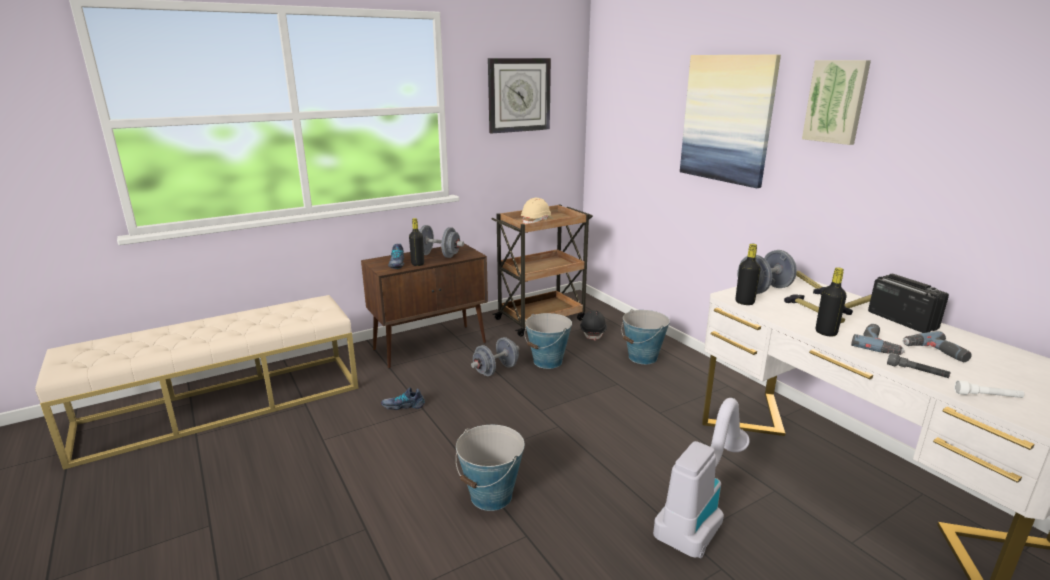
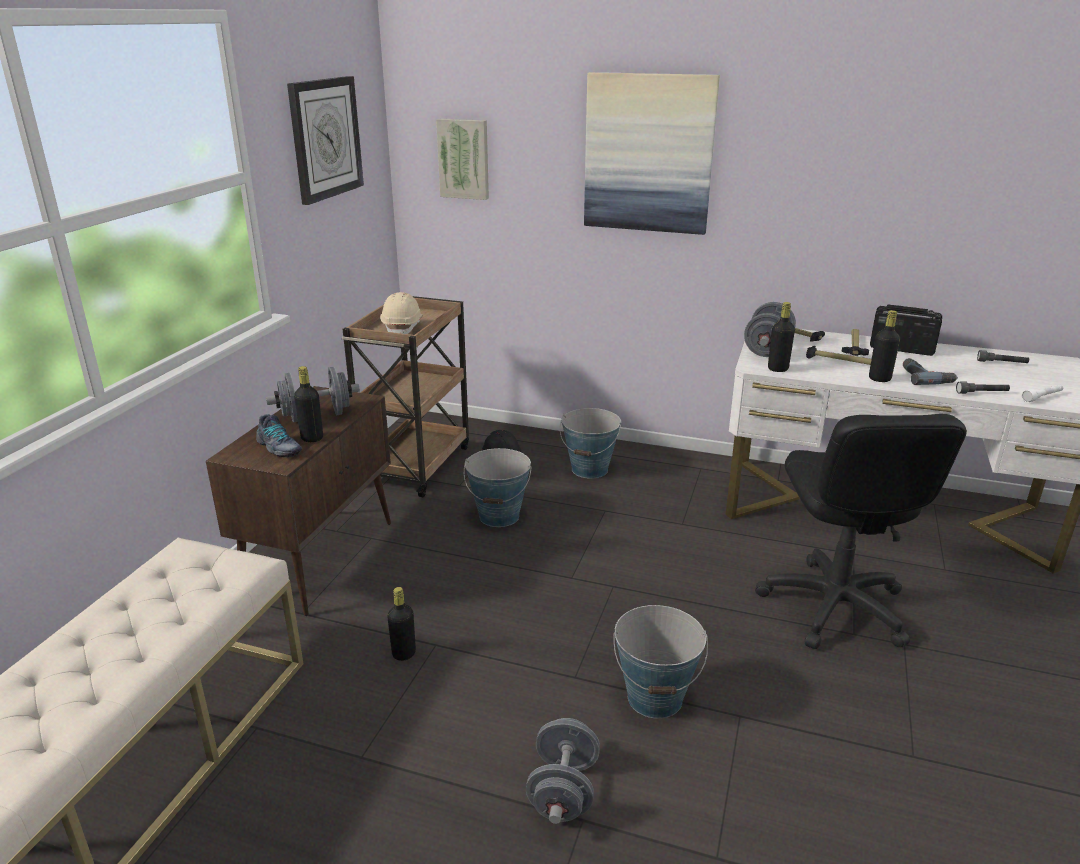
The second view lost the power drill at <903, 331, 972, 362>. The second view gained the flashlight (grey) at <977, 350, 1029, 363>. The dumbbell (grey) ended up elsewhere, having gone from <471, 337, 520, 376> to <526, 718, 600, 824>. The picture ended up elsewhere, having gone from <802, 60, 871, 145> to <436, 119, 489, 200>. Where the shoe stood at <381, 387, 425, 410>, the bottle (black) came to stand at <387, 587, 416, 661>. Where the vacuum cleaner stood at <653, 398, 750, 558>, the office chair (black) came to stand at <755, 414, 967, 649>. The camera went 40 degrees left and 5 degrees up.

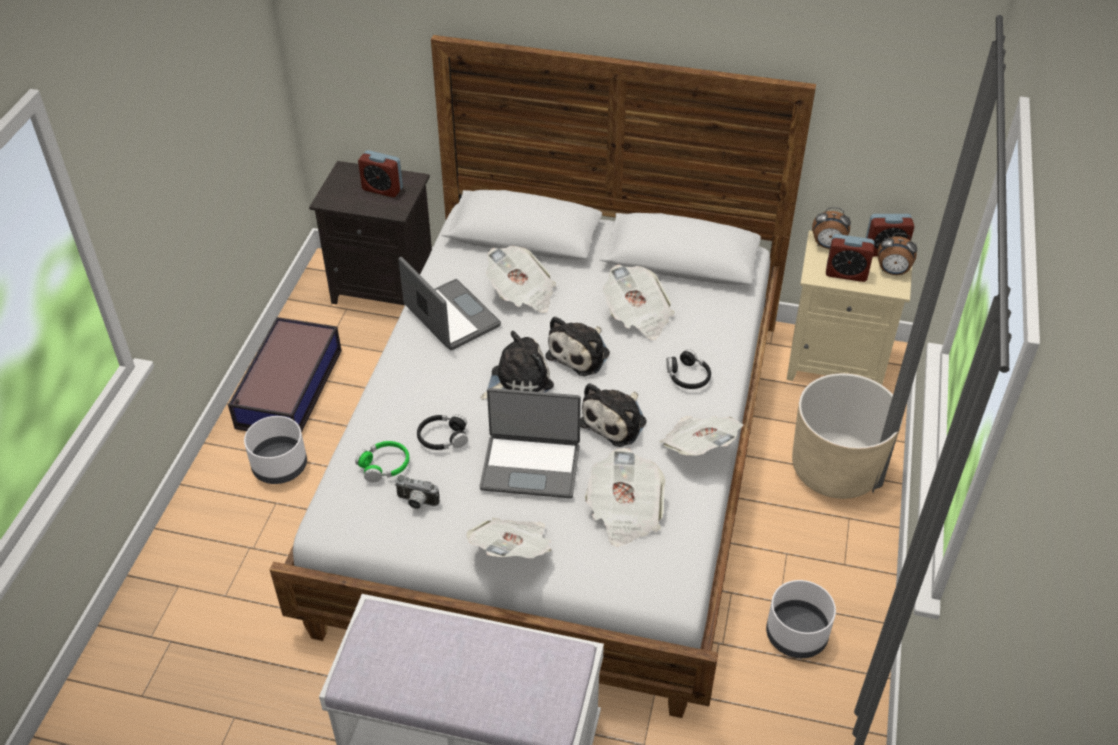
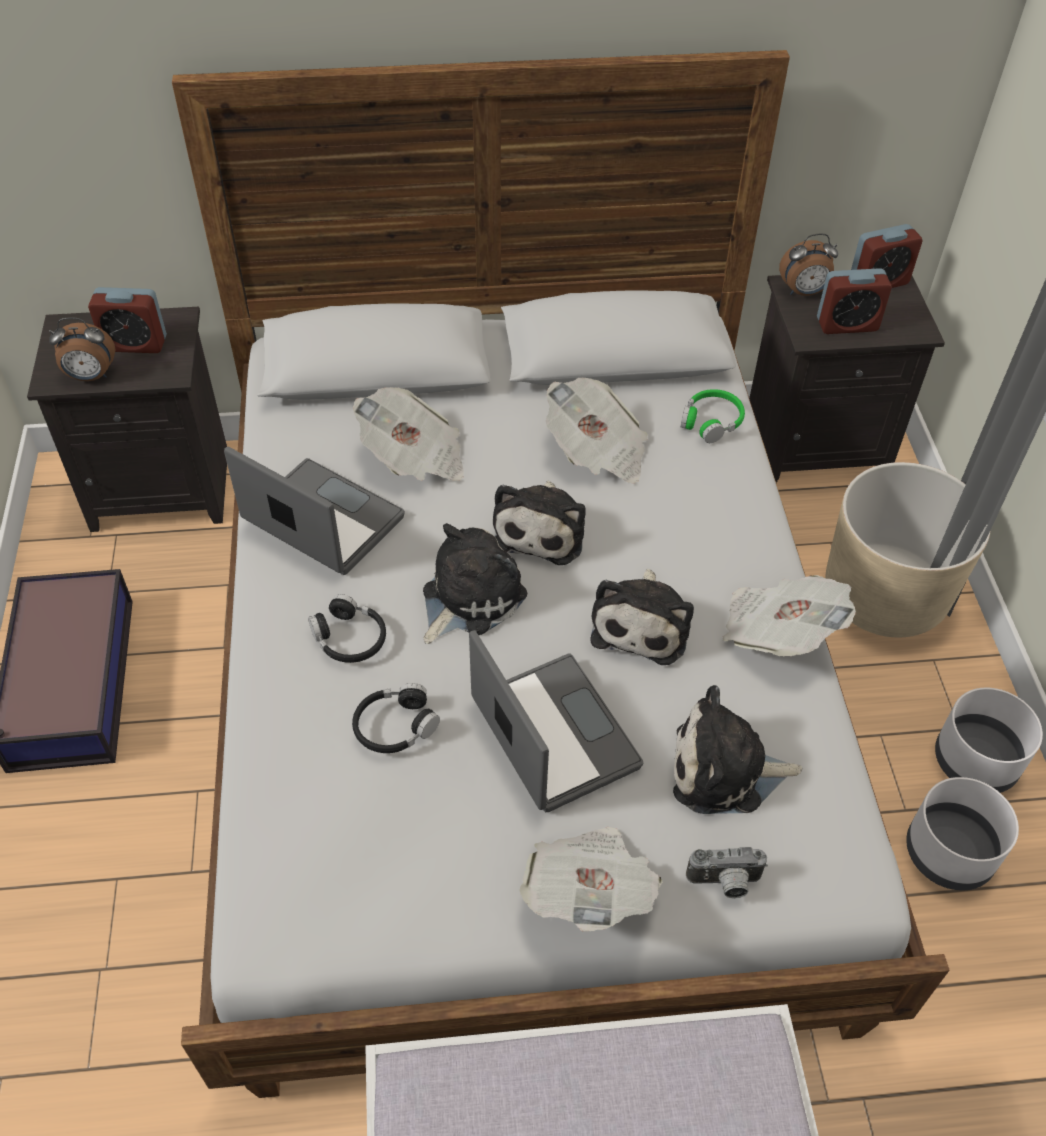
The planter (white) ended up elsewhere, having gone from <244, 416, 307, 484> to <935, 688, 1043, 793>. The headphones (green) ended up elsewhere, having gone from <355, 441, 409, 482> to <681, 389, 745, 443>. The photo camera ended up elsewhere, having gone from <395, 475, 439, 509> to <686, 847, 768, 899>. The headphones (black) ended up elsewhere, having gone from <666, 349, 711, 389> to <308, 594, 386, 663>. The alarm clock ended up elsewhere, having gone from <877, 233, 917, 275> to <49, 317, 115, 381>. Where the newspaper stood at <585, 448, 666, 547>, the plush toy came to stand at <673, 685, 803, 814>. What was the nightstand (beige) at <787, 230, 912, 385> turned into the nightstand (black) at <749, 275, 945, 483>. The laptop at <479, 388, 581, 498> ended up facing another way, 105 degrees counterclockwise from before. The camera went 20 degrees left and 5 degrees up.

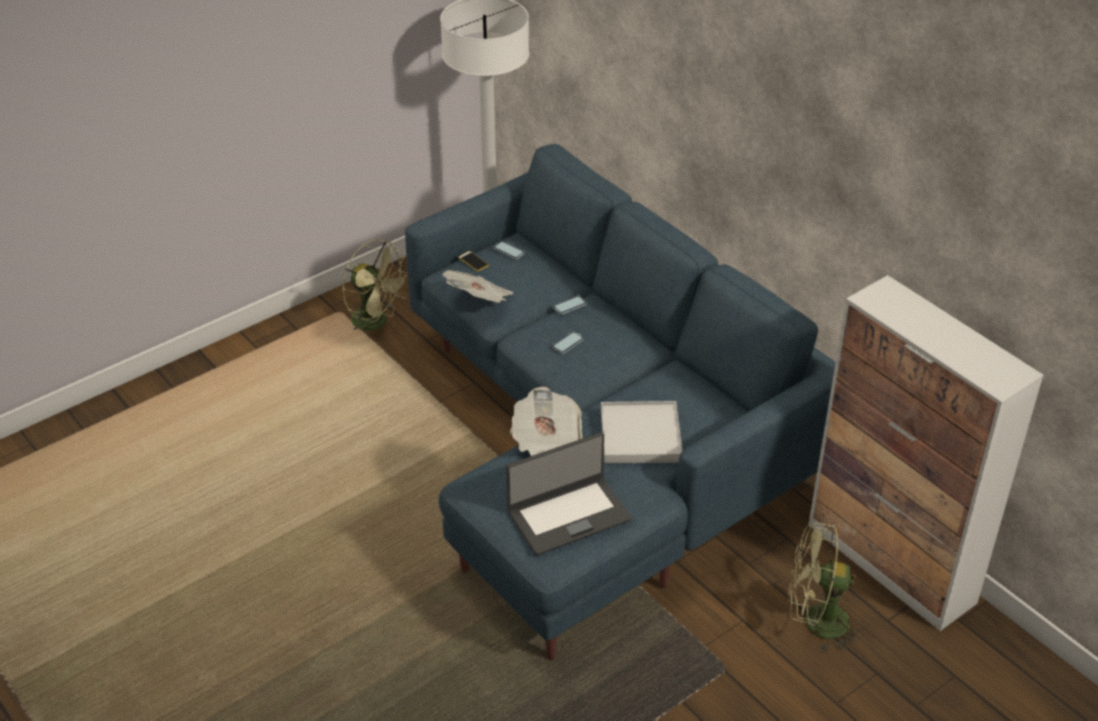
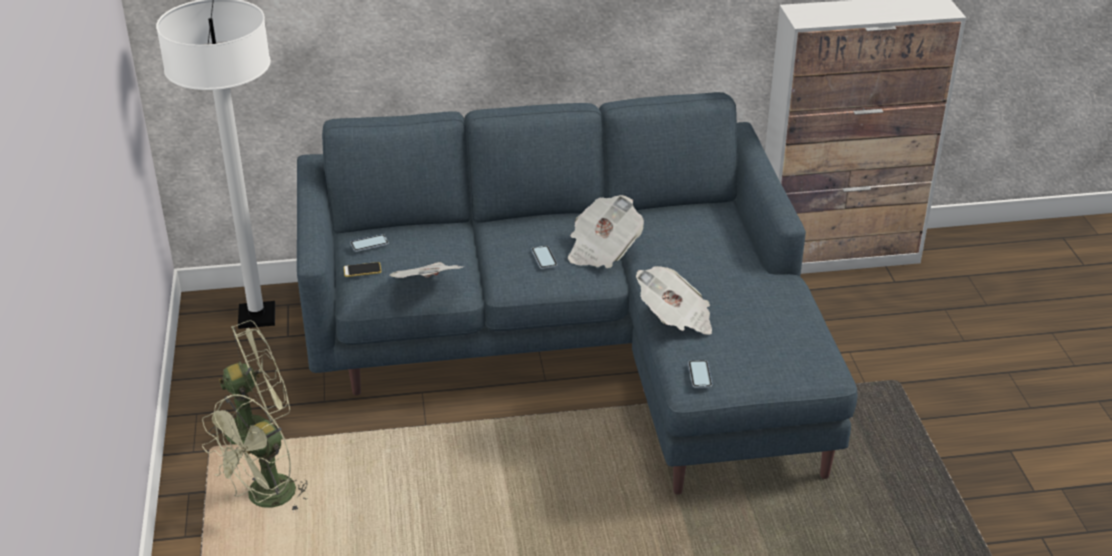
The second view lost the laptop at <506, 432, 632, 555>. The second view lost the tray (white) at <601, 401, 682, 464>. The second view gained the newspaper at <568, 195, 644, 268>. The phone ended up elsewhere, having gone from <553, 295, 587, 315> to <688, 360, 712, 388>. The fan (green) ended up elsewhere, having gone from <788, 523, 864, 652> to <202, 394, 308, 511>. The camera went 60 degrees left and 5 degrees down.

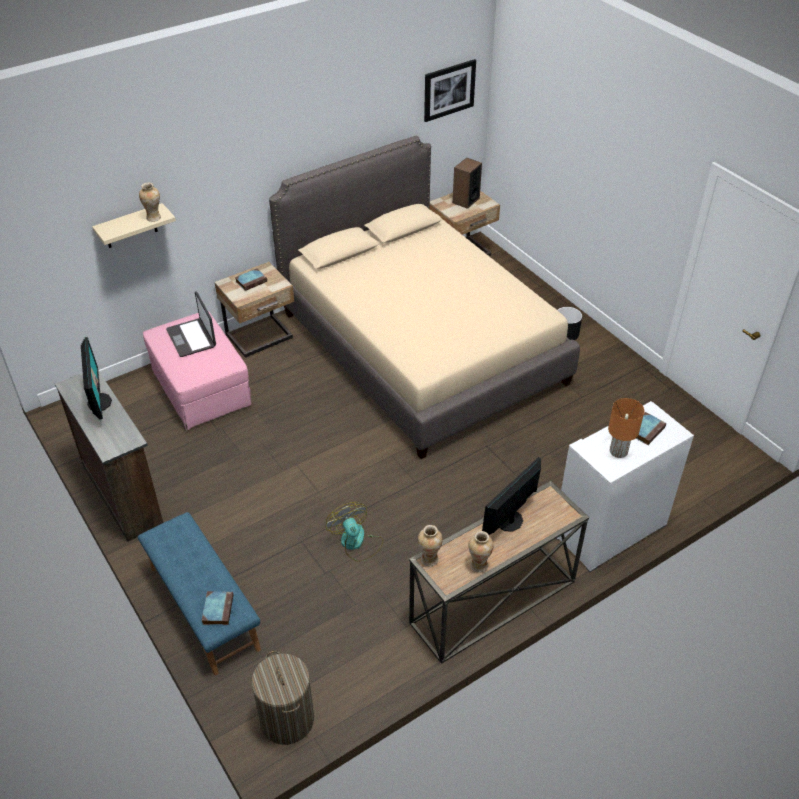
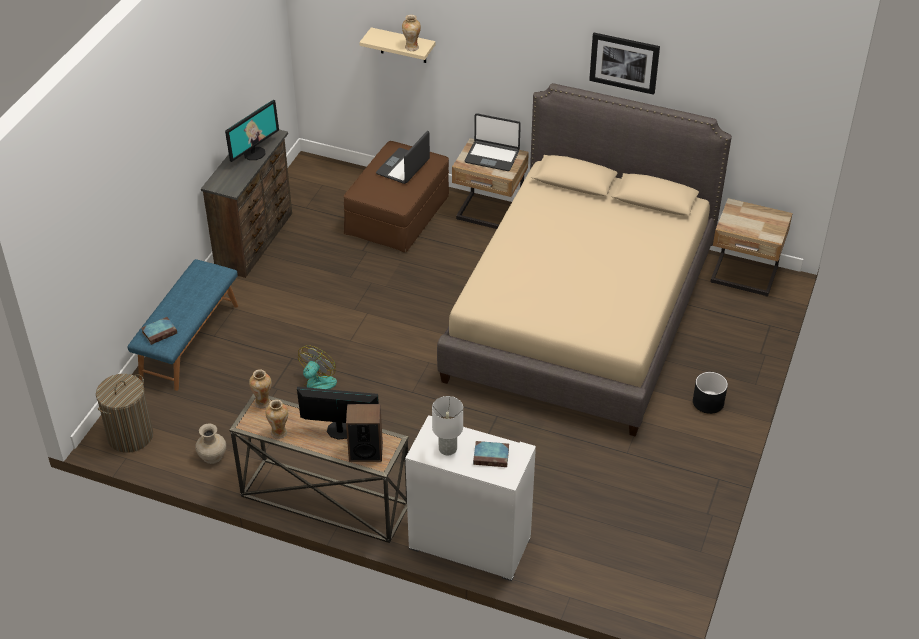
The second view gained the vase (beige) at <196, 423, 226, 464>. The picture ended up elsewhere, having gone from <424, 59, 476, 122> to <589, 33, 660, 95>. The speaker ended up elsewhere, having gone from <453, 158, 482, 209> to <346, 404, 383, 462>. Where the book stood at <235, 268, 267, 291>, the laptop came to stand at <465, 113, 521, 171>. What was the ottoman (pink) at <143, 311, 251, 431> turned into the ottoman (brown) at <344, 141, 449, 252>. What was the table lamp (orange) at <608, 398, 644, 458> turned into the table lamp (white) at <432, 396, 463, 455>. The camera went 55 degrees right and 0 degrees up.

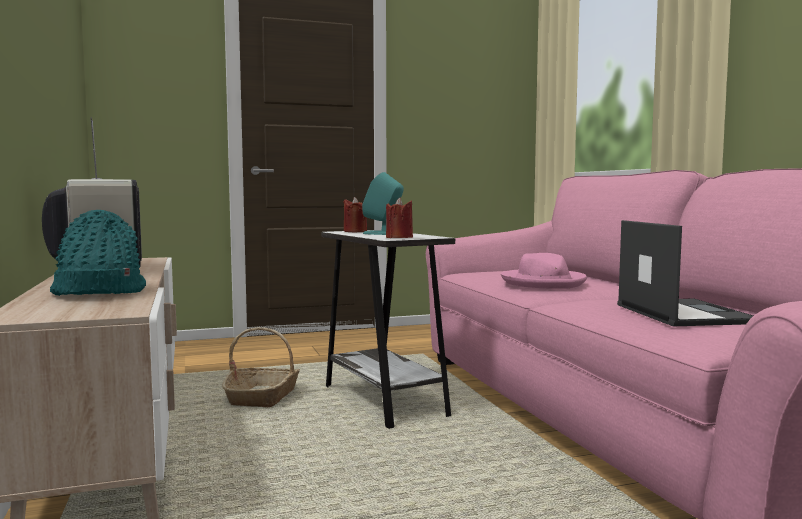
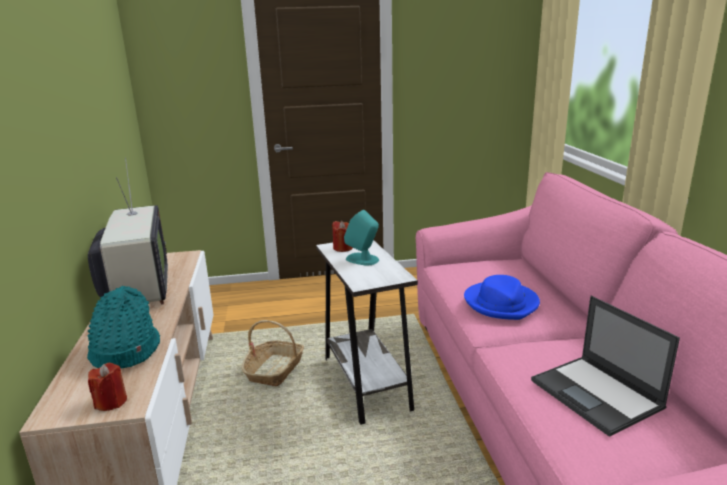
The candle (red) ended up elsewhere, having gone from <386, 198, 413, 238> to <88, 363, 127, 411>. What was the hat (pink) at <501, 253, 587, 289> turned into the hat (blue) at <464, 275, 540, 320>. The laptop at <617, 220, 754, 327> ended up facing another way, 150 degrees clockwise from before. The camera went 10 degrees right and 15 degrees up.

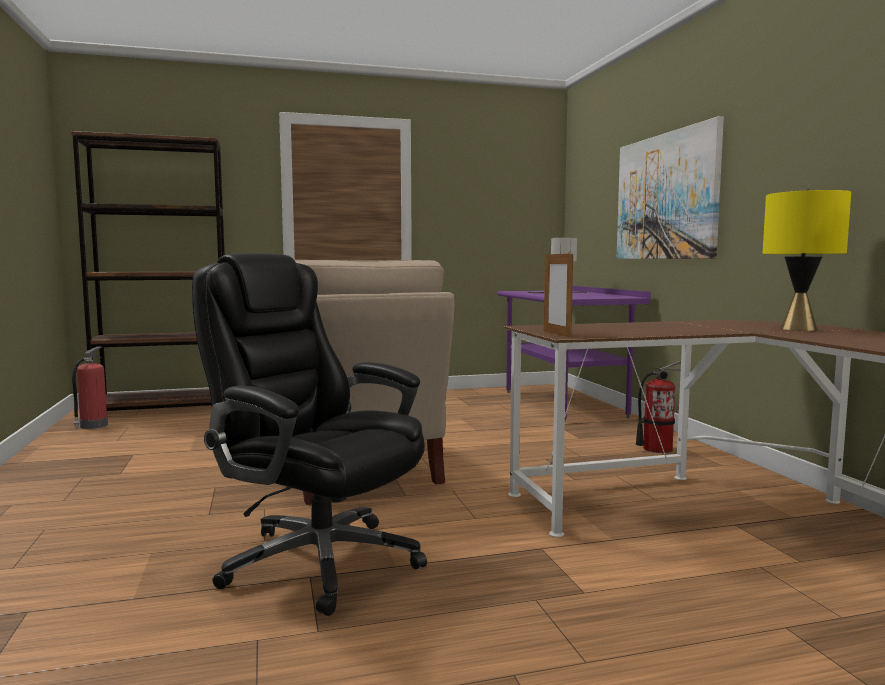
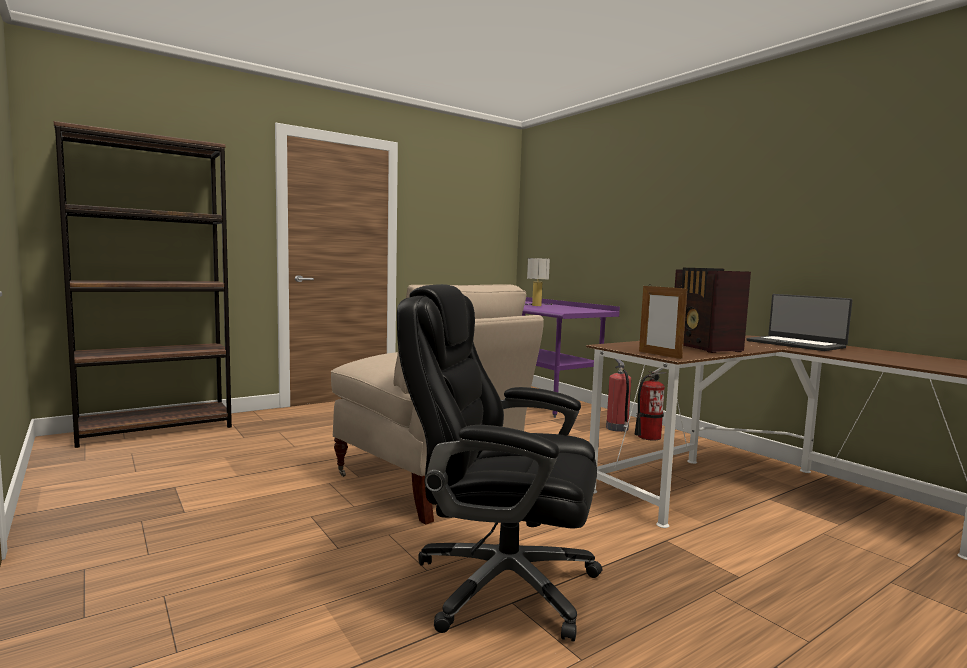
The second view lost the picture at <616, 116, 724, 259>. The second view gained the radio at <675, 268, 751, 353>. The fire extinguisher ended up elsewhere, having gone from <72, 347, 108, 429> to <606, 359, 631, 432>. Where the table lamp (yellow) stood at <763, 189, 851, 331>, the laptop came to stand at <746, 294, 853, 351>. The camera went 20 degrees left and 0 degrees up.

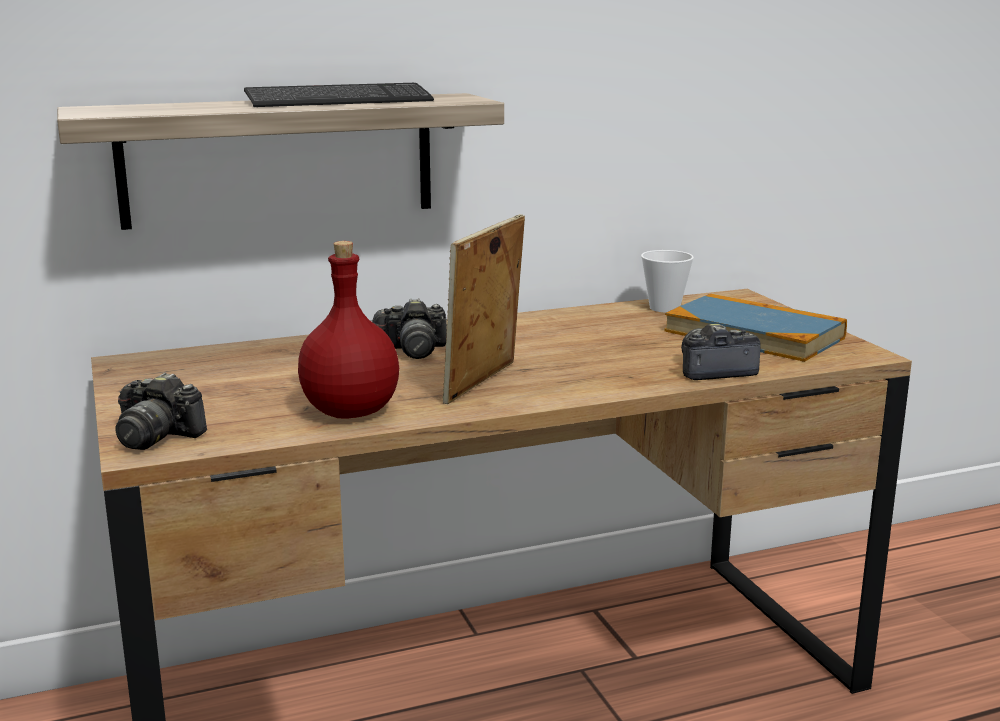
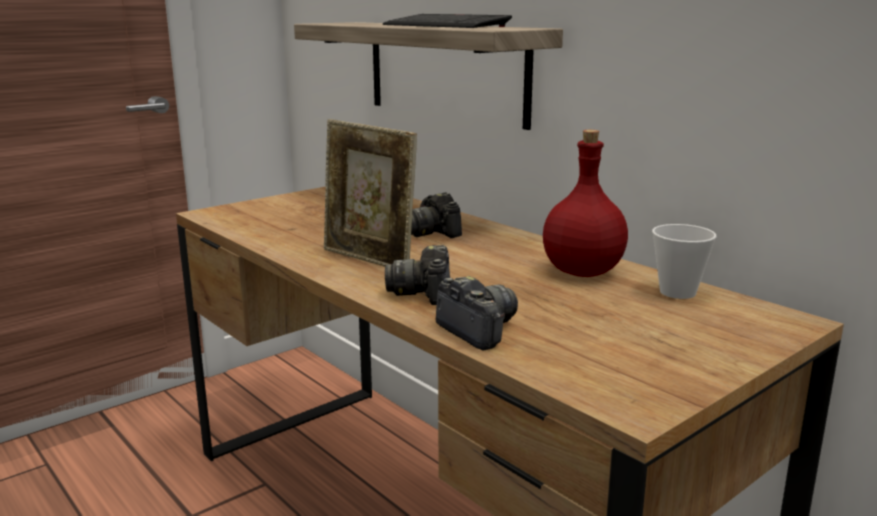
The second view lost the book at <665, 294, 847, 362>. The photo camera ended up elsewhere, having gone from <115, 373, 207, 450> to <385, 245, 450, 305>. The bottle (red) ended up elsewhere, having gone from <298, 241, 399, 419> to <543, 130, 628, 277>. The picture frame at <442, 214, 525, 404> ended up facing another way, 150 degrees counterclockwise from before. The camera went 70 degrees right and 0 degrees up.

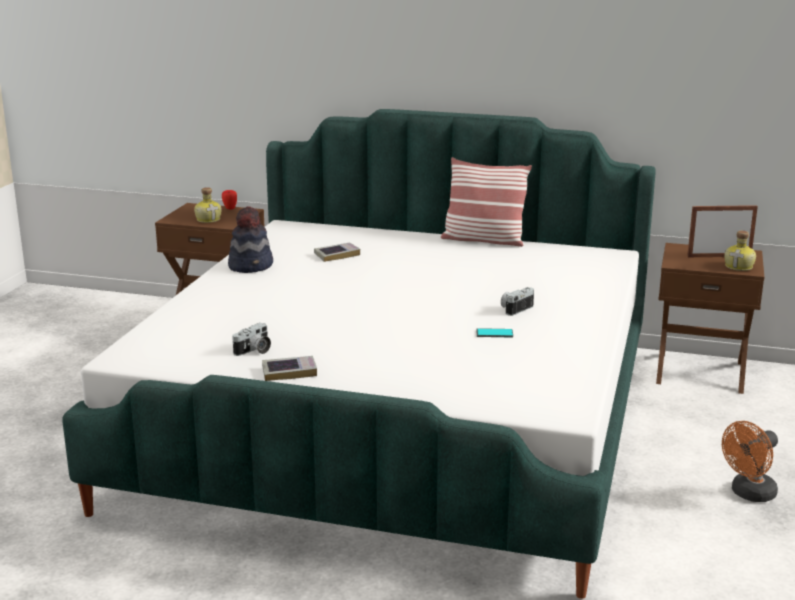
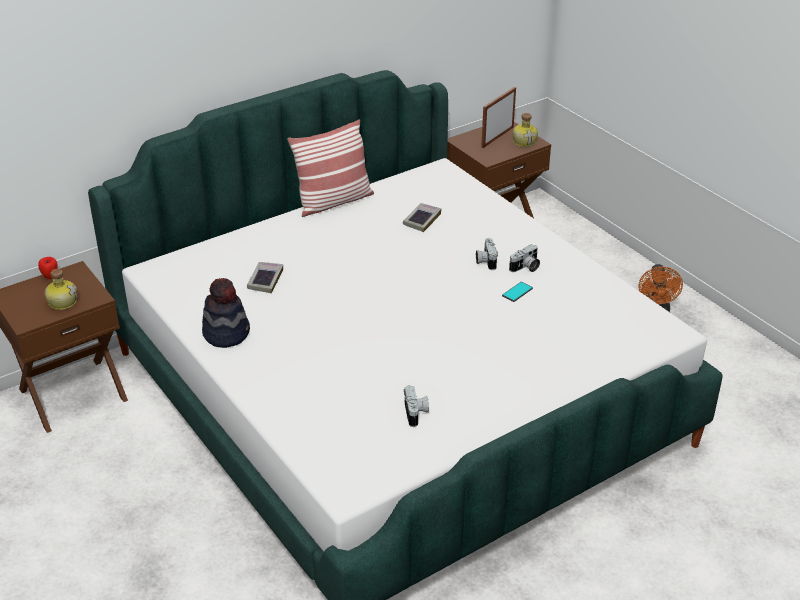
The second view gained the photo camera at <509, 244, 540, 272>. The book ended up elsewhere, having gone from <262, 356, 317, 381> to <403, 203, 441, 232>. The camera went 50 degrees left and 15 degrees up.

